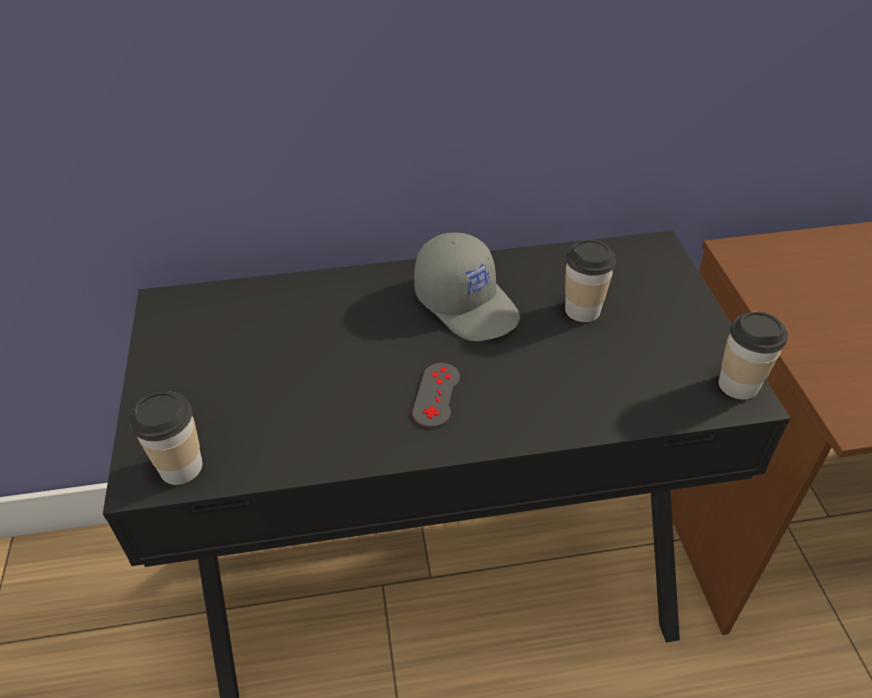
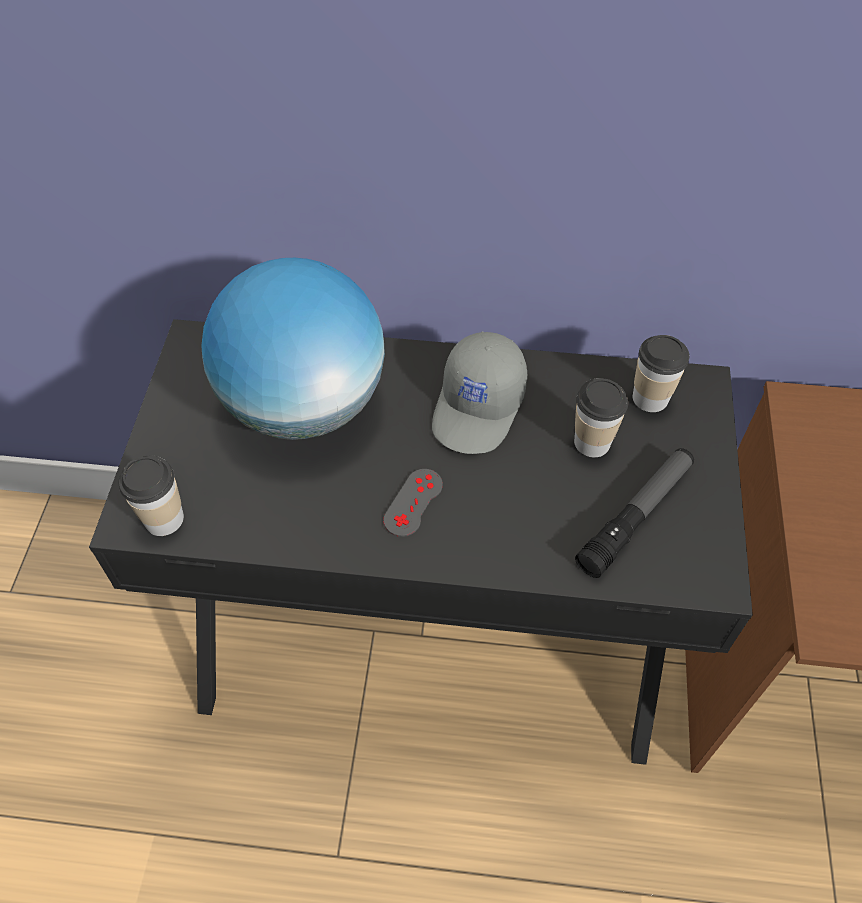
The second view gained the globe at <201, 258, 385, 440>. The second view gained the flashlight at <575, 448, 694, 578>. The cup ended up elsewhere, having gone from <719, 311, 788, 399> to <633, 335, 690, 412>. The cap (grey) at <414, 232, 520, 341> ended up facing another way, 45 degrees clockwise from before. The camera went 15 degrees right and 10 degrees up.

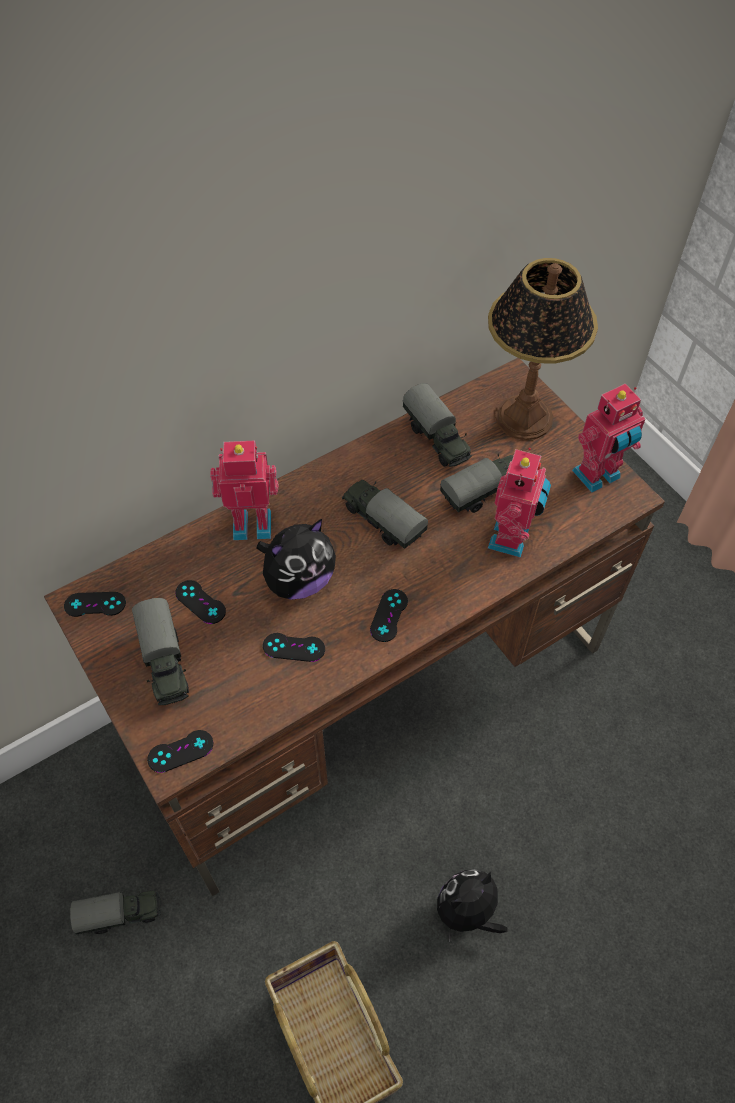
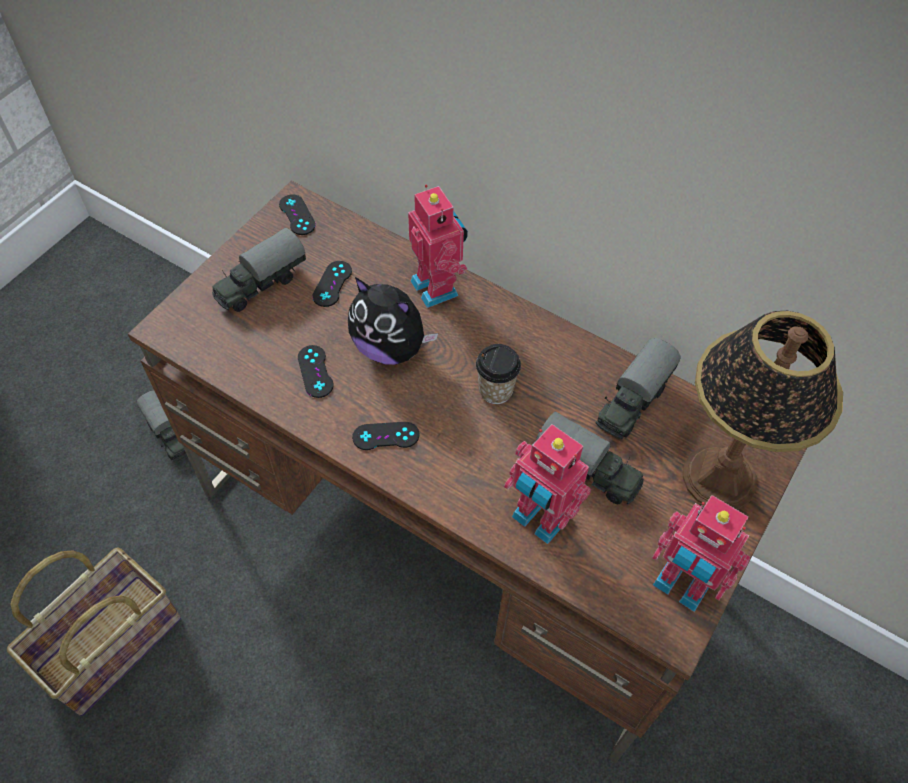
The second view lost the game controller (black) at <147, 730, 213, 773>. The second view lost the plush toy at <437, 869, 508, 942>. Where the toy truck stood at <342, 480, 428, 549>, the cup came to stand at <476, 344, 521, 404>. The toy robot at <488, 448, 551, 558> ended up facing another way, 45 degrees clockwise from before. The camera went 65 degrees right and 0 degrees up.

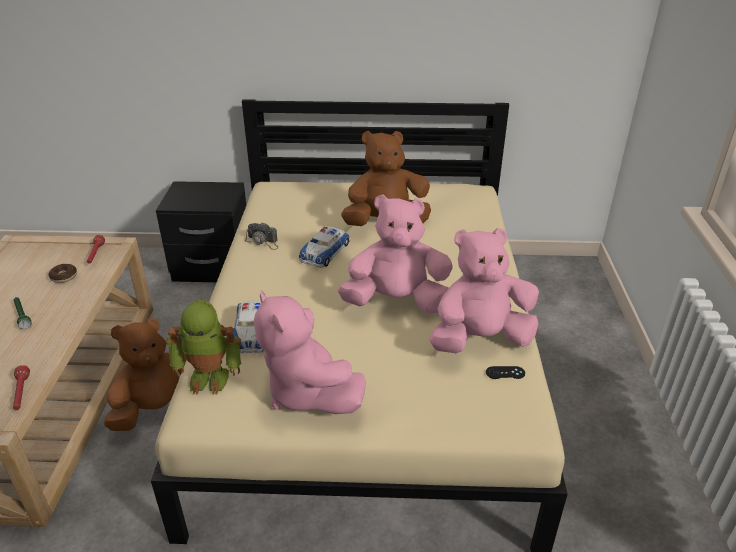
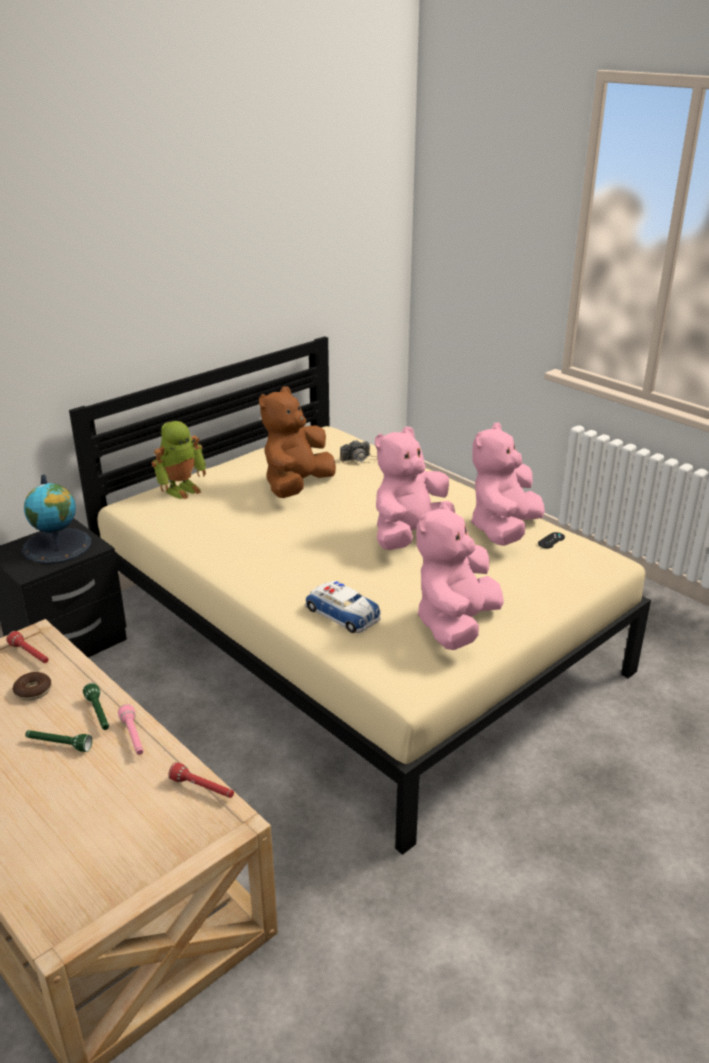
The second view lost the plush toy (brown) at <103, 318, 186, 431>. The second view lost the toy car at <299, 226, 350, 268>. The second view gained the globe at <22, 474, 91, 564>. The second view gained the flashlight (green) at <83, 683, 109, 730>. The second view gained the flashlight (pink) at <118, 704, 143, 755>. The toy robot ended up elsewhere, having gone from <166, 300, 241, 394> to <151, 421, 206, 499>. The photo camera ended up elsewhere, having gone from <245, 223, 279, 250> to <340, 440, 378, 464>. The plush toy (pink) at <254, 290, 366, 414> ended up facing another way, 105 degrees clockwise from before. The camera went 45 degrees left and 5 degrees down.

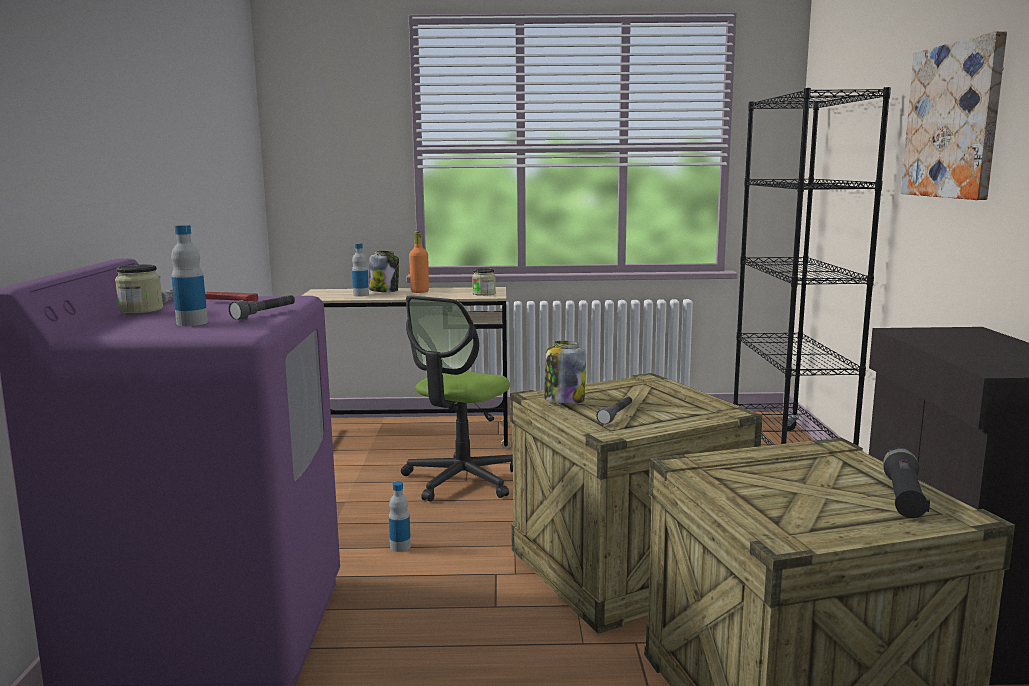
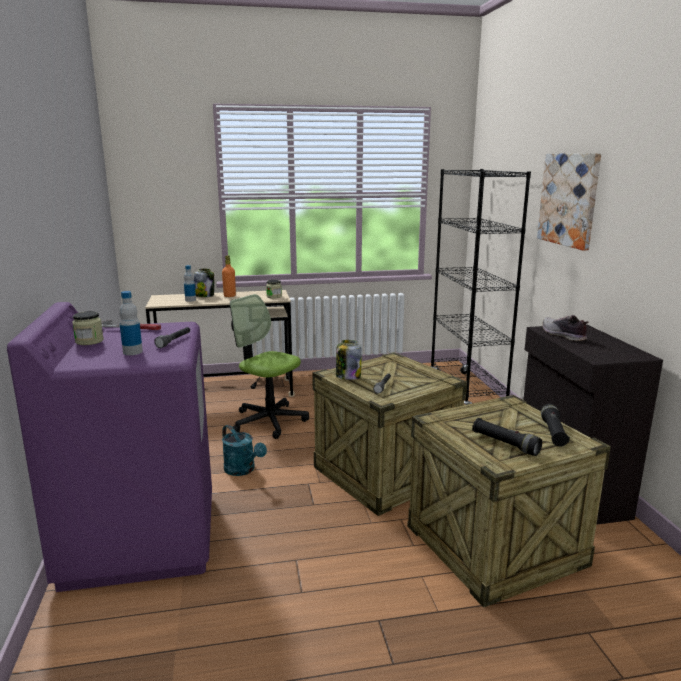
The second view gained the flashlight (black) at <472, 418, 542, 456>. The second view gained the shoe at <542, 315, 588, 341>. Where the bottle stood at <389, 481, 411, 552>, the watering can (turquoise) came to stand at <222, 425, 267, 476>. The office chair at <401, 295, 513, 502> ended up facing another way, 105 degrees clockwise from before. The camera went 10 degrees left and 5 degrees up.

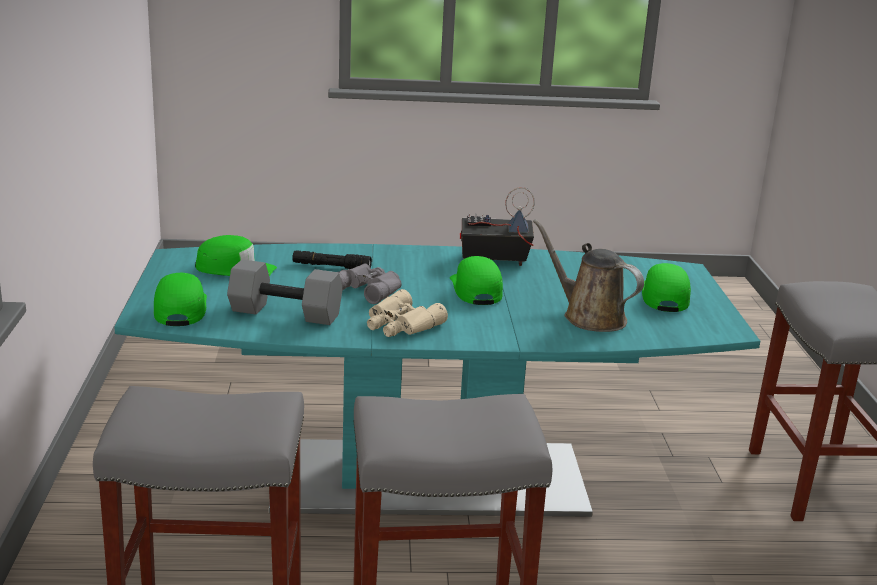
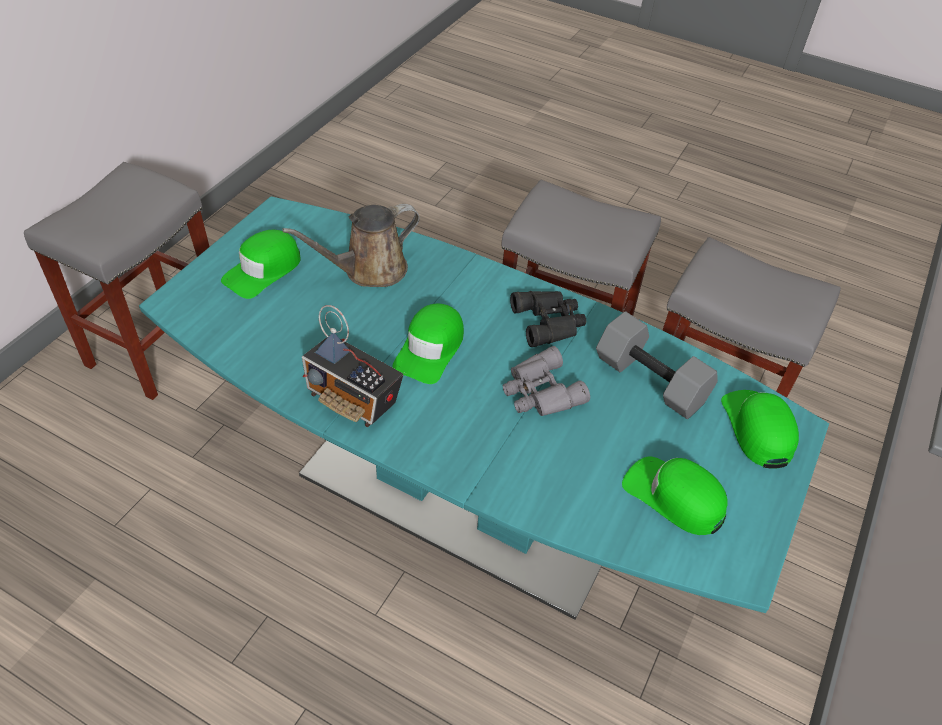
The second view lost the flashlight (black) at <293, 250, 372, 269>. What was the binoculars (beige) at <367, 289, 448, 337> turned into the binoculars (black) at <510, 291, 586, 347>. The cap (green) at <154, 273, 207, 326> ended up facing another way, 150 degrees clockwise from before. The watering can (brown) at <533, 219, 644, 332> ended up facing another way, 75 degrees clockwise from before. The camera went 150 degrees left and 25 degrees up.

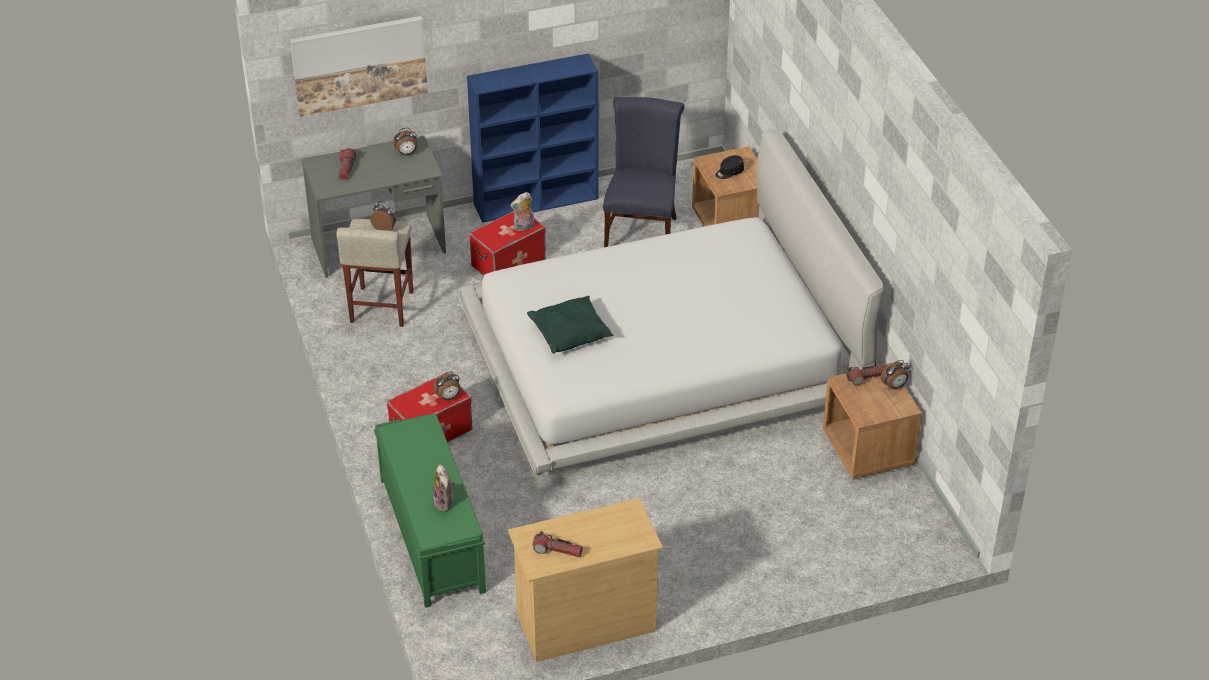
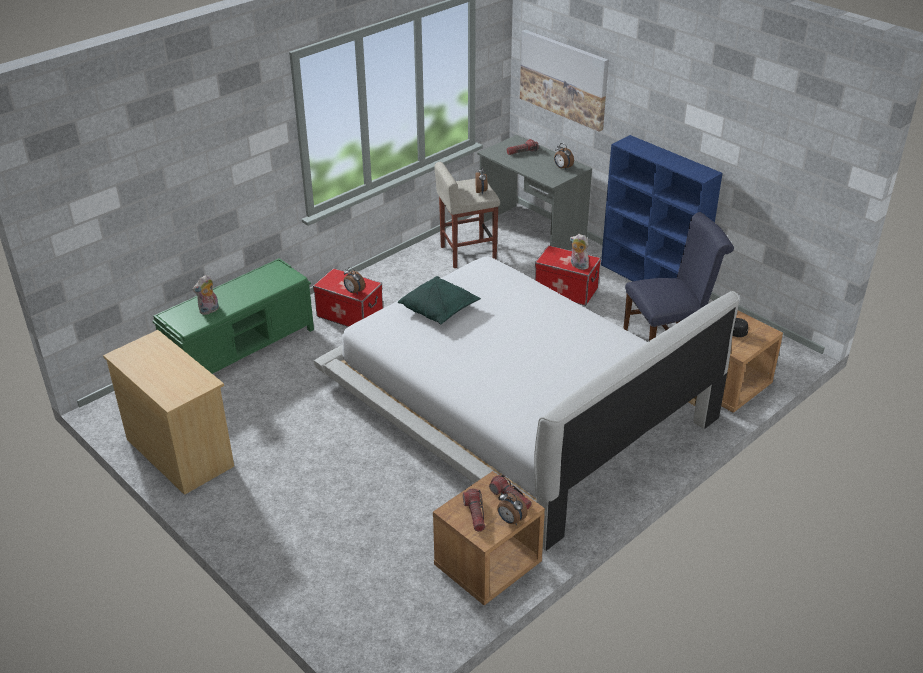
The flashlight ended up elsewhere, having gone from <533, 531, 583, 557> to <463, 489, 485, 532>. The camera went 65 degrees right and 5 degrees down.

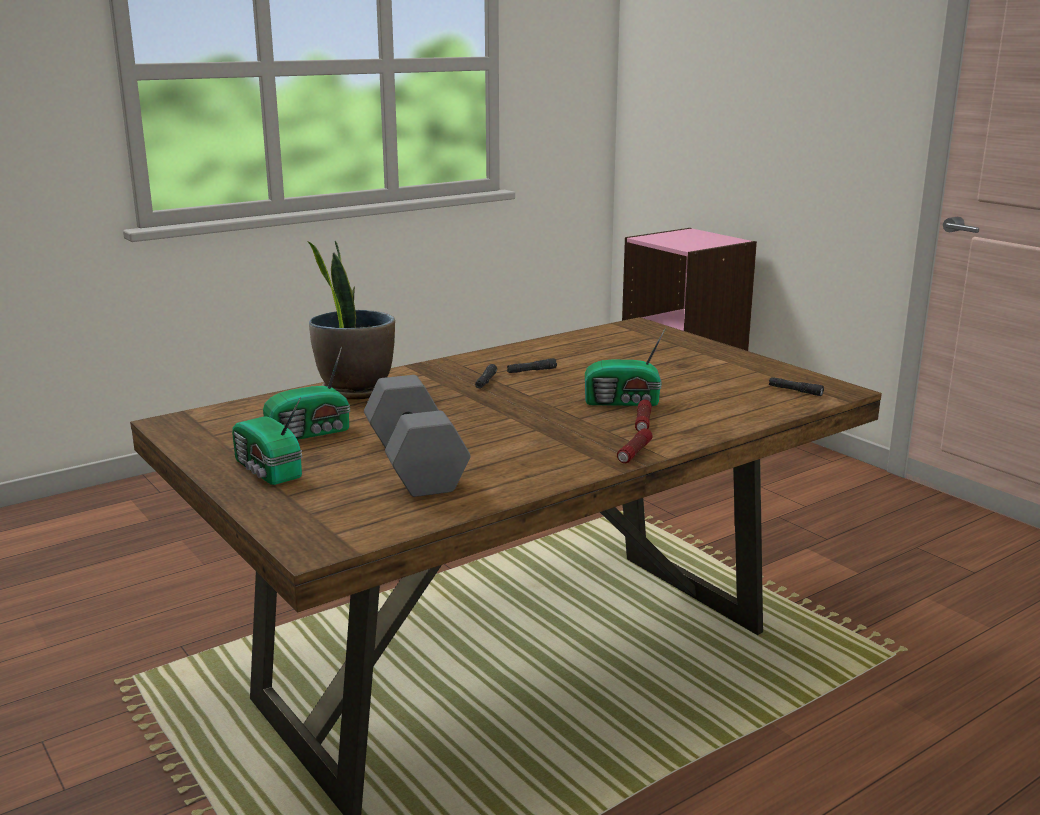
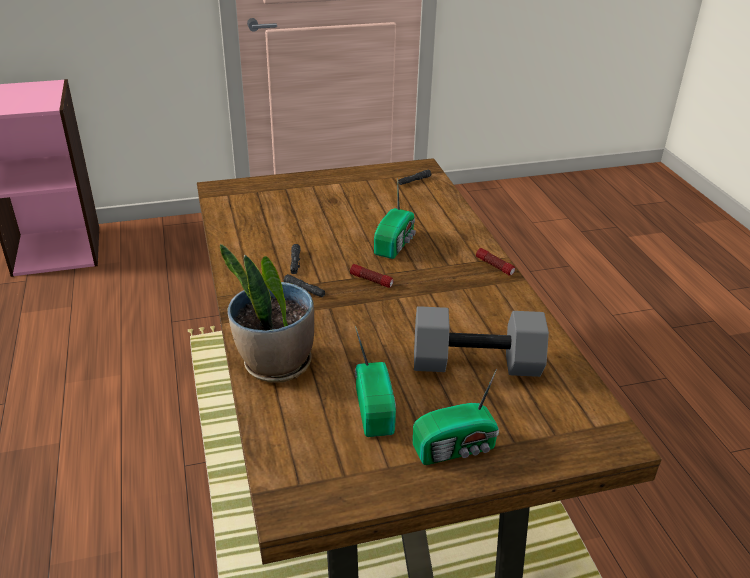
The flashlight ended up elsewhere, having gone from <635, 400, 652, 432> to <350, 264, 394, 288>. The camera went 70 degrees left and 15 degrees up.

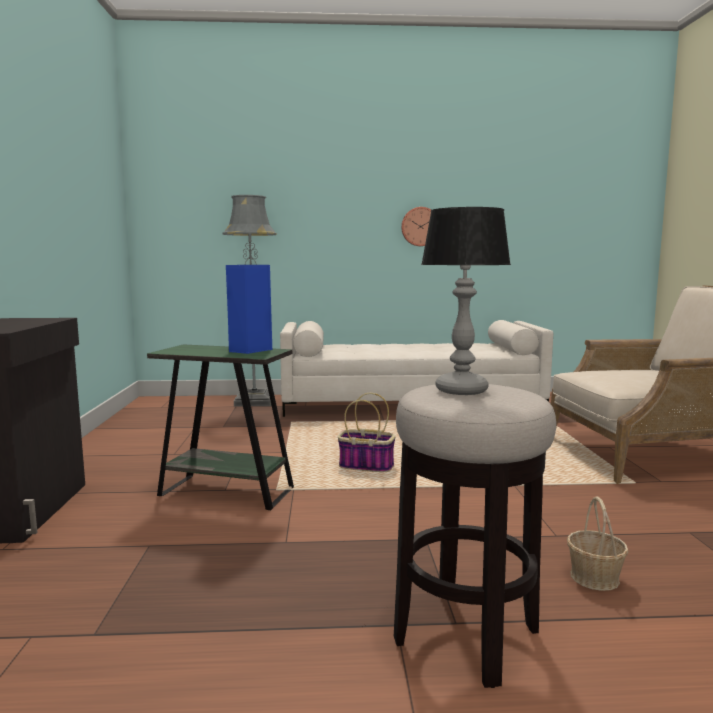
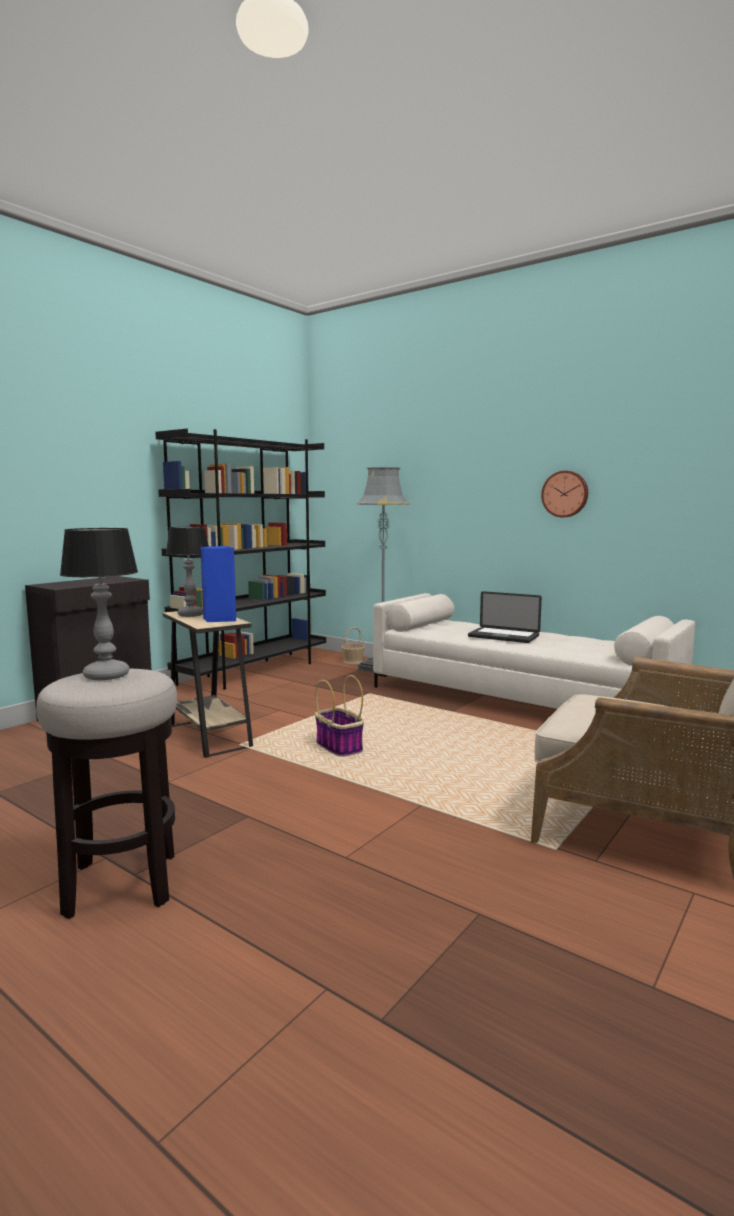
The second view gained the bookcase (black) at <155, 428, 326, 690>. The second view gained the table lamp at <166, 527, 209, 617>. The second view gained the laptop at <468, 591, 542, 643>. The basket ended up elsewhere, having gone from <567, 496, 629, 591> to <341, 627, 365, 664>. What was the side table (green) at <147, 344, 294, 510> turned into the side table (beige) at <163, 611, 253, 758>. The camera went 40 degrees right and 0 degrees up.

